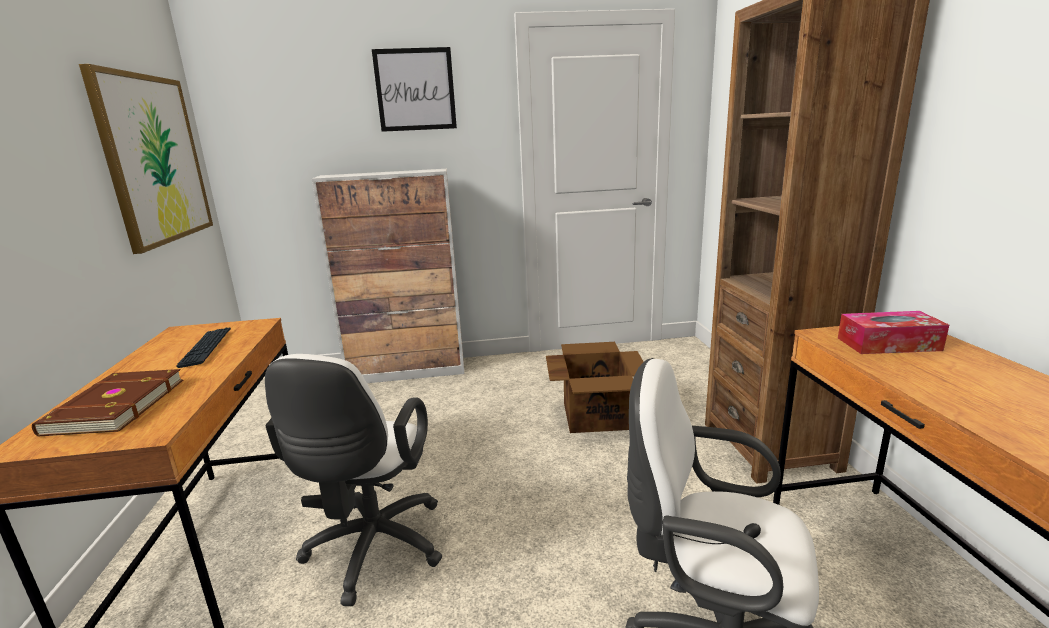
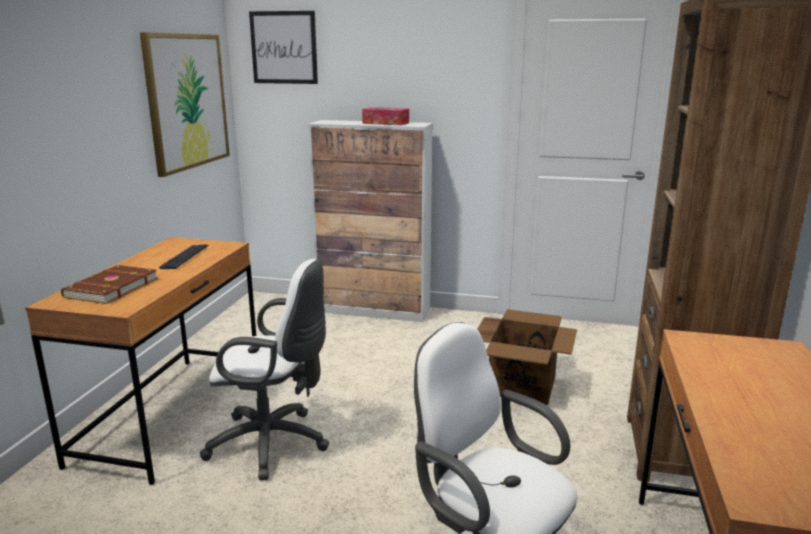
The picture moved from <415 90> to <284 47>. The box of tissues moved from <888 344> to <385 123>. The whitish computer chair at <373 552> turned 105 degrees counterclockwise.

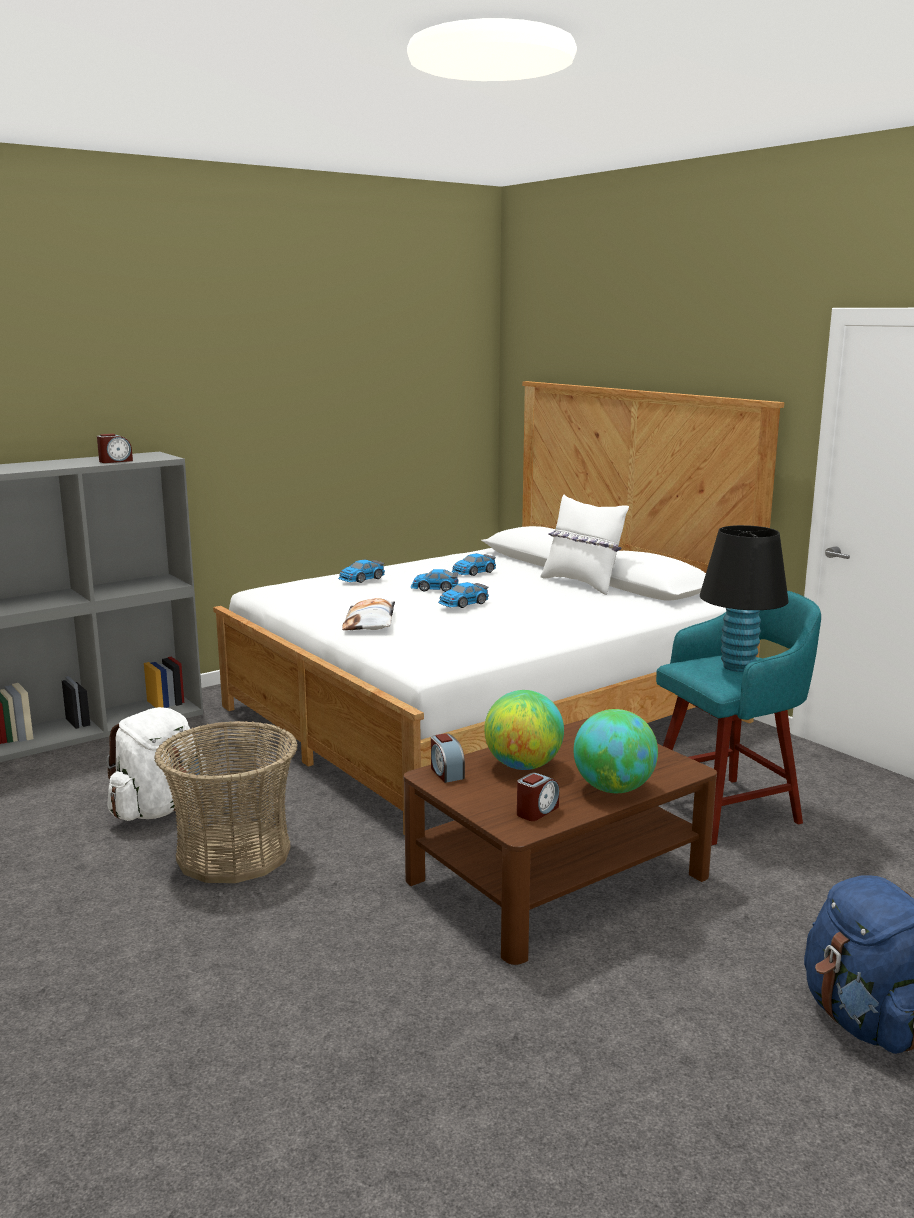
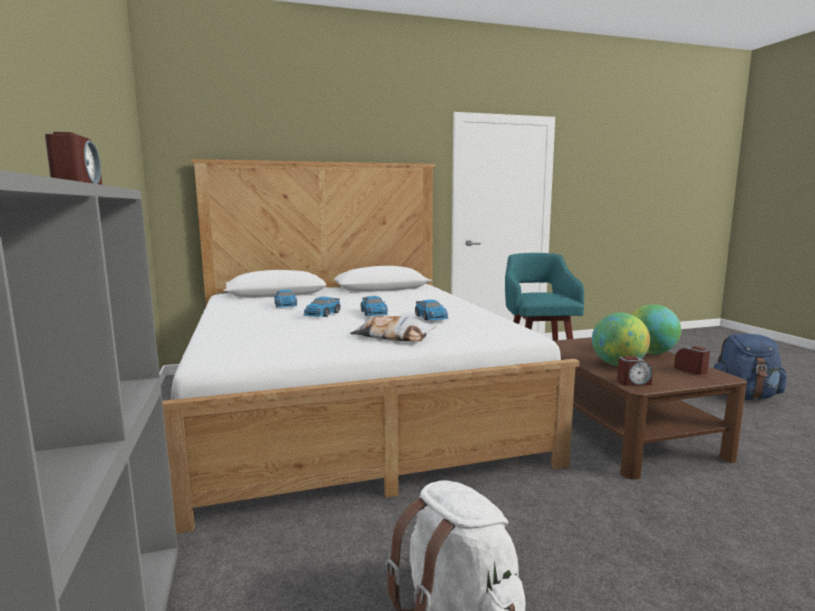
The household basket at <234 854> disappeared. The whitish cushion at <582 584> disappeared. The black table lamp at <738 667> disappeared. The miniature car moved from <361 579> to <431 317>.

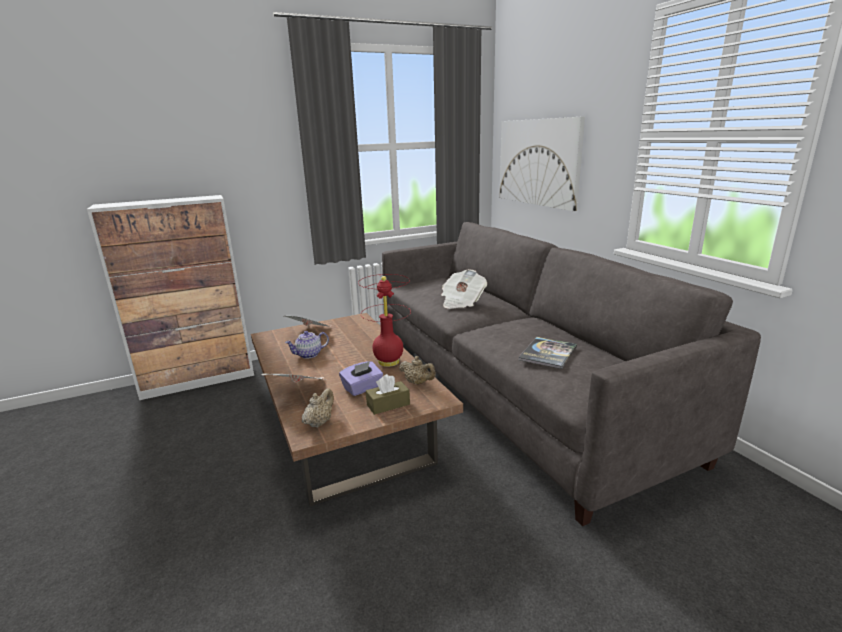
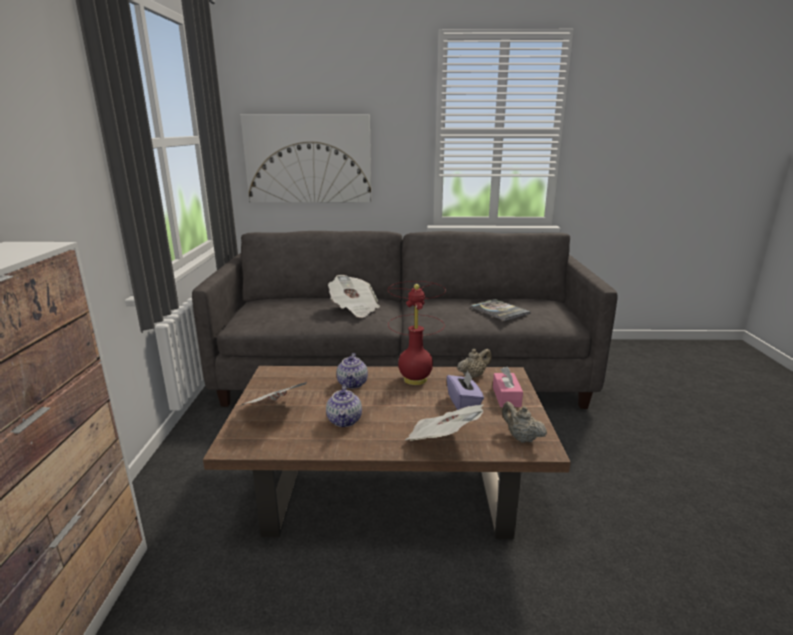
The teapot at <353 384> appeared. The brownish box of tissues at <388 404> became the pink box of tissues at <506 397>.

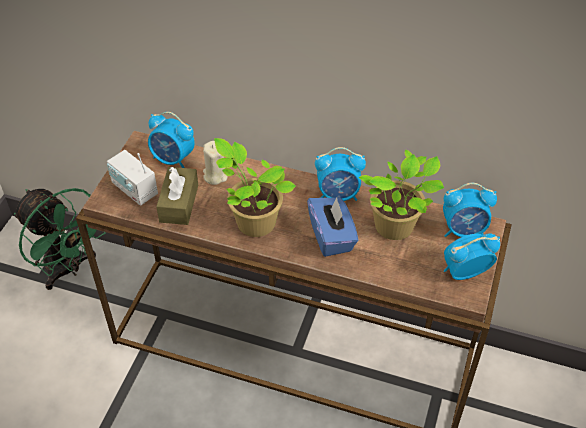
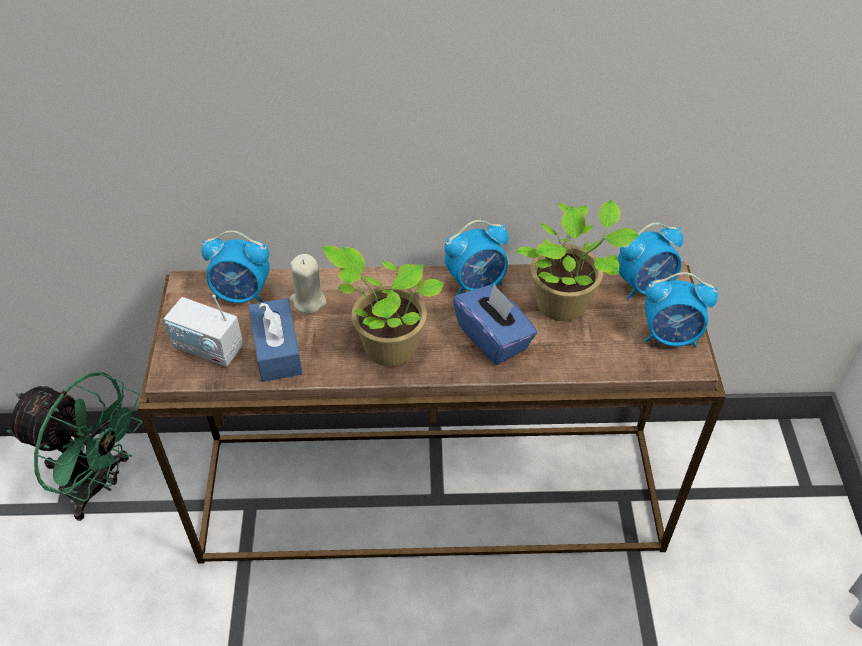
The brownish box of tissues at <179 203> became the bluish box of tissues at <277 349>. The table clock at <464 272> turned 135 degrees counterclockwise.

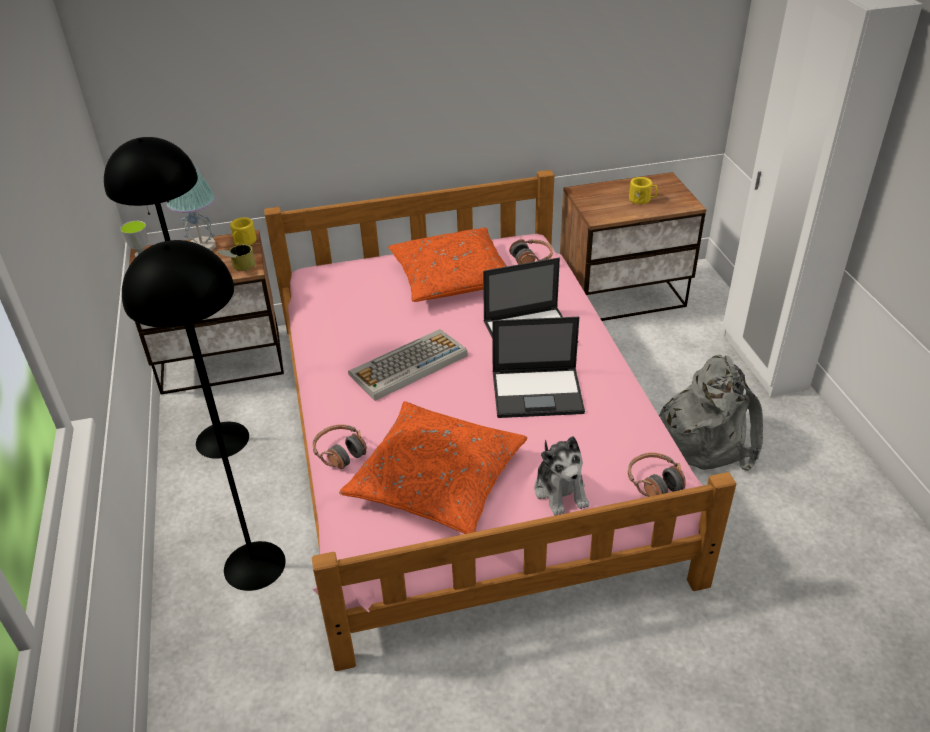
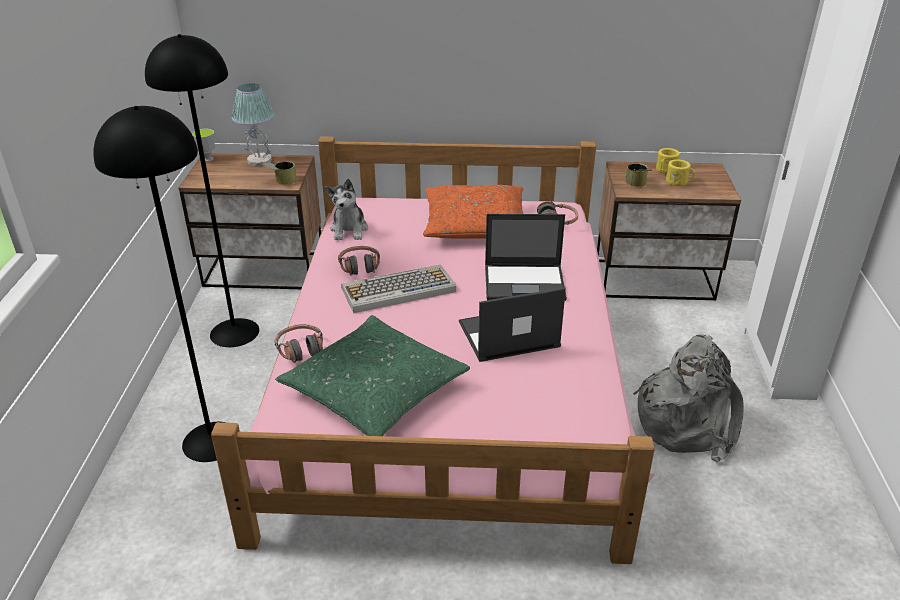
The sealed can at <637 185> appeared. The yellowish coffee mug moved from <243 242> to <665 170>. The soft toy moved from <560 491> to <349 230>. The headset moved from <654 482> to <360 266>. The orangey cushion at <437 479> became the green-coloured cushion at <375 390>. The portable computer at <538 392> turned 150 degrees clockwise.

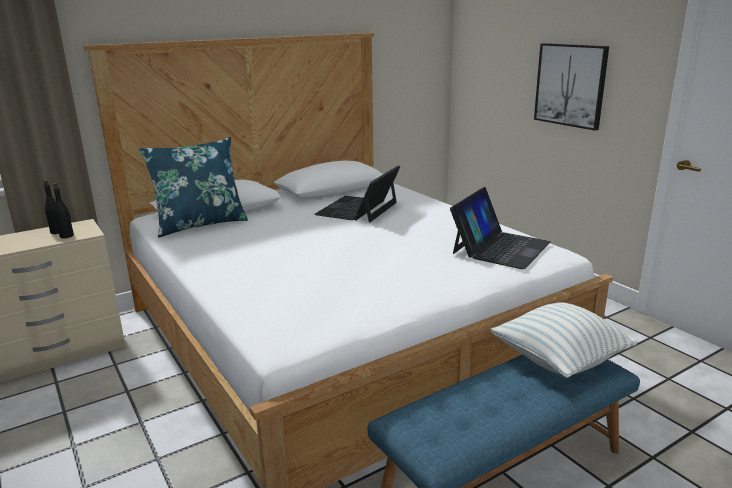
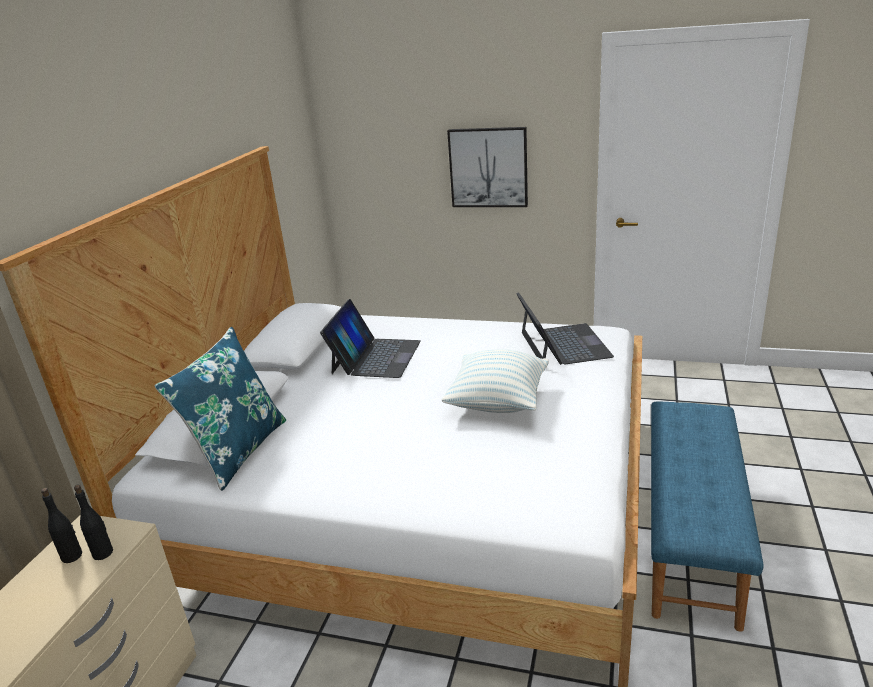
The cushion moved from <559 361> to <498 402>. The portable computer at <358 209> turned 150 degrees counterclockwise.

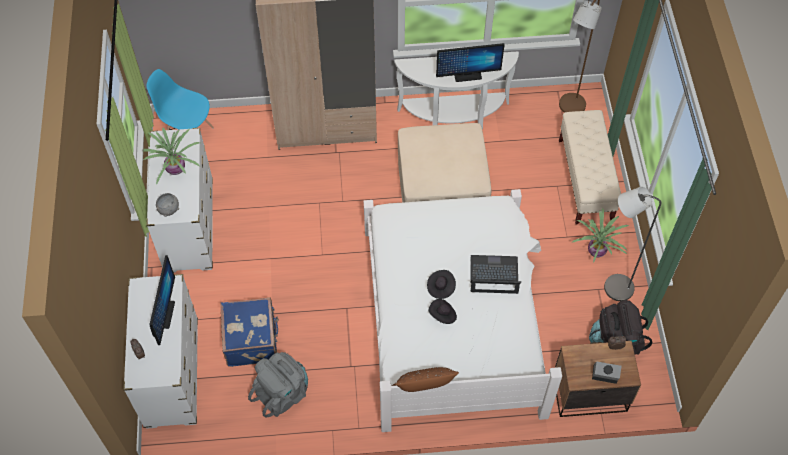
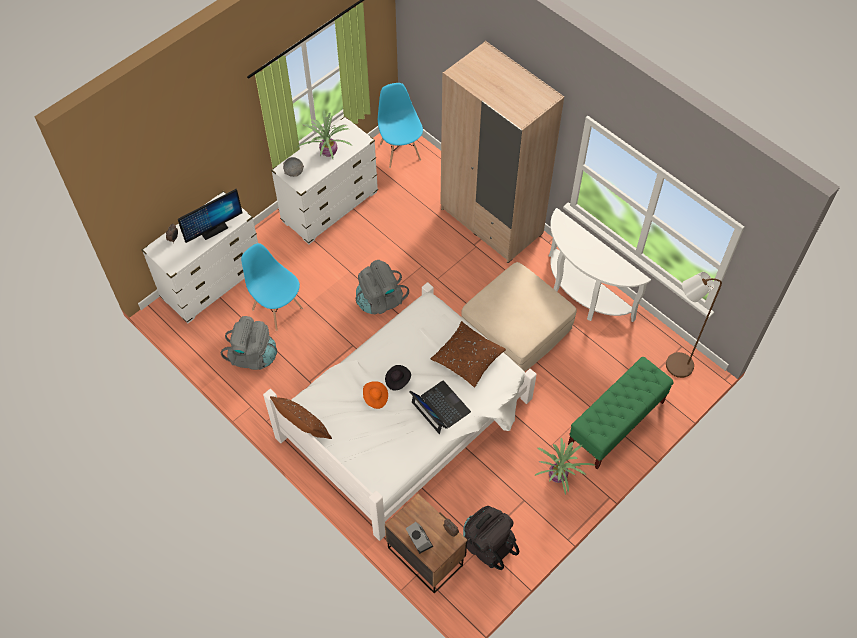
The monitor at <467 75> disappeared. The gray standing lamp at <612 287> disappeared. The gray backpack at <380 300> appeared. The brownish cushion at <467 358> appeared. The bluish suitcase at <252 340> was replaced by the bluish plain chair at <277 308>. The black clothing hat at <442 315> became the orangey clothing hat at <375 398>. The beige indoor bench at <585 180> became the green-coloured indoor bench at <616 423>.

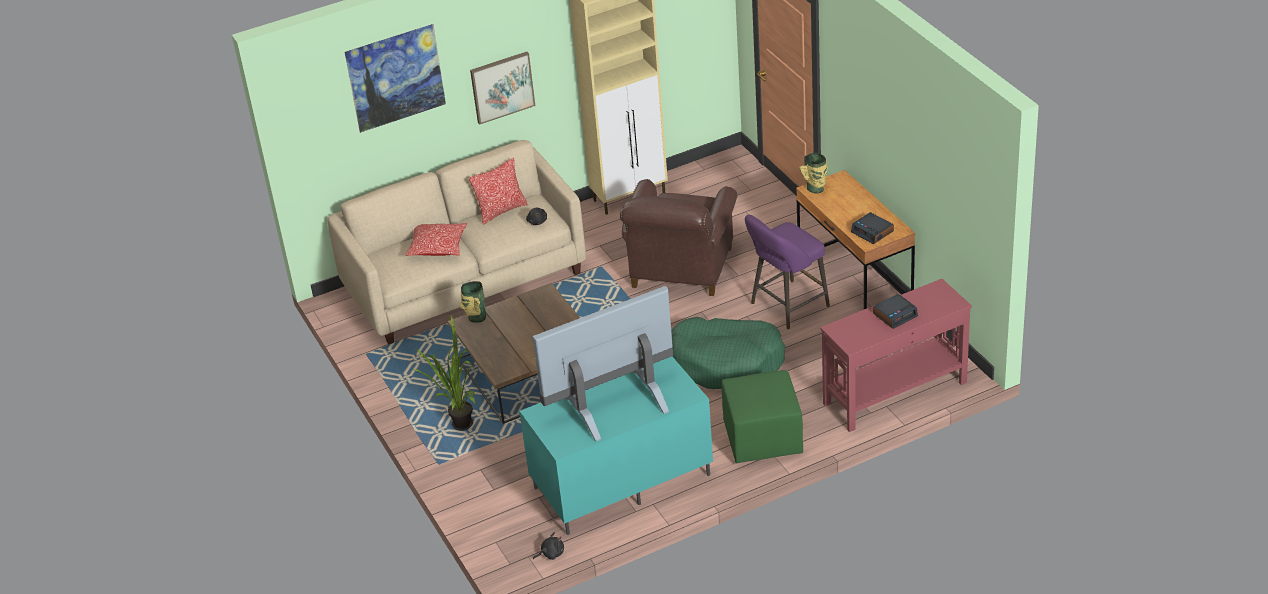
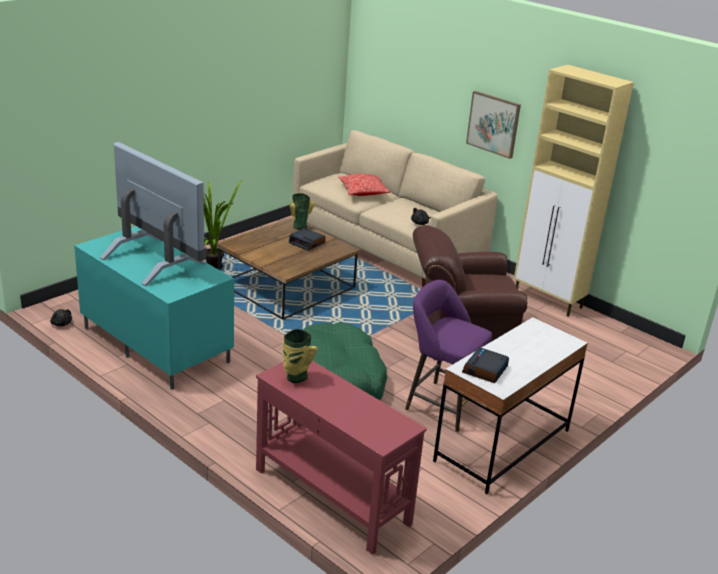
The picture at <399 98> disappeared. The cushion at <501 211> disappeared. The green-coloured ottoman at <763 439> disappeared. The vase moved from <816 189> to <295 377>. The table clock moved from <895 315> to <307 243>. The brownish desk at <854 286> became the whitish desk at <502 446>.

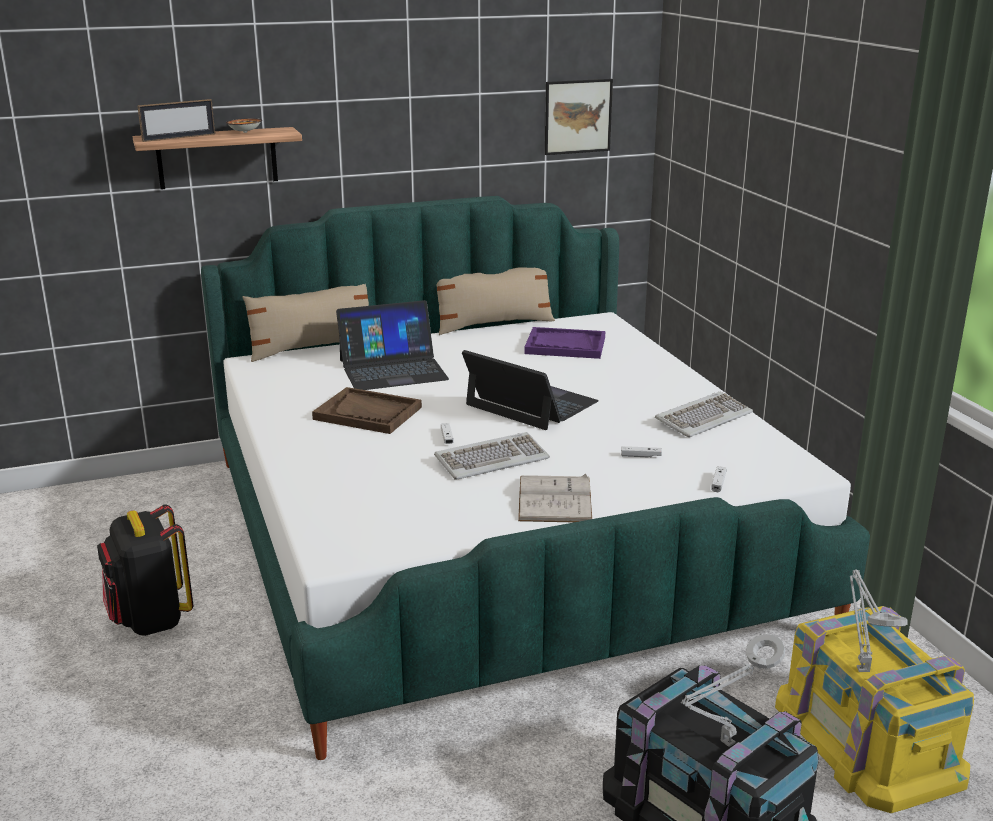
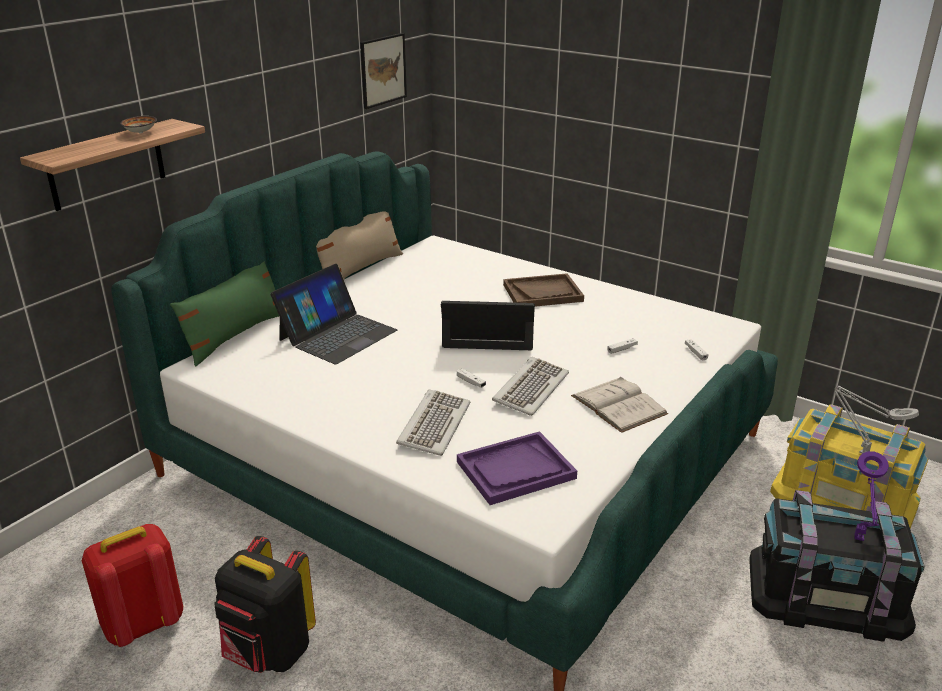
The picture frame at <179 137> disappeared. The reddish backpack at <143 624> appeared. The brownish tray moved from <368 413> to <543 293>. The purple-coloured tray moved from <565 346> to <515 470>. The keyboard moved from <703 418> to <433 425>. The beige cushion at <312 348> became the green-coloured cushion at <235 336>. The gray table lamp at <724 745> became the purple-coloured table lamp at <858 541>.

